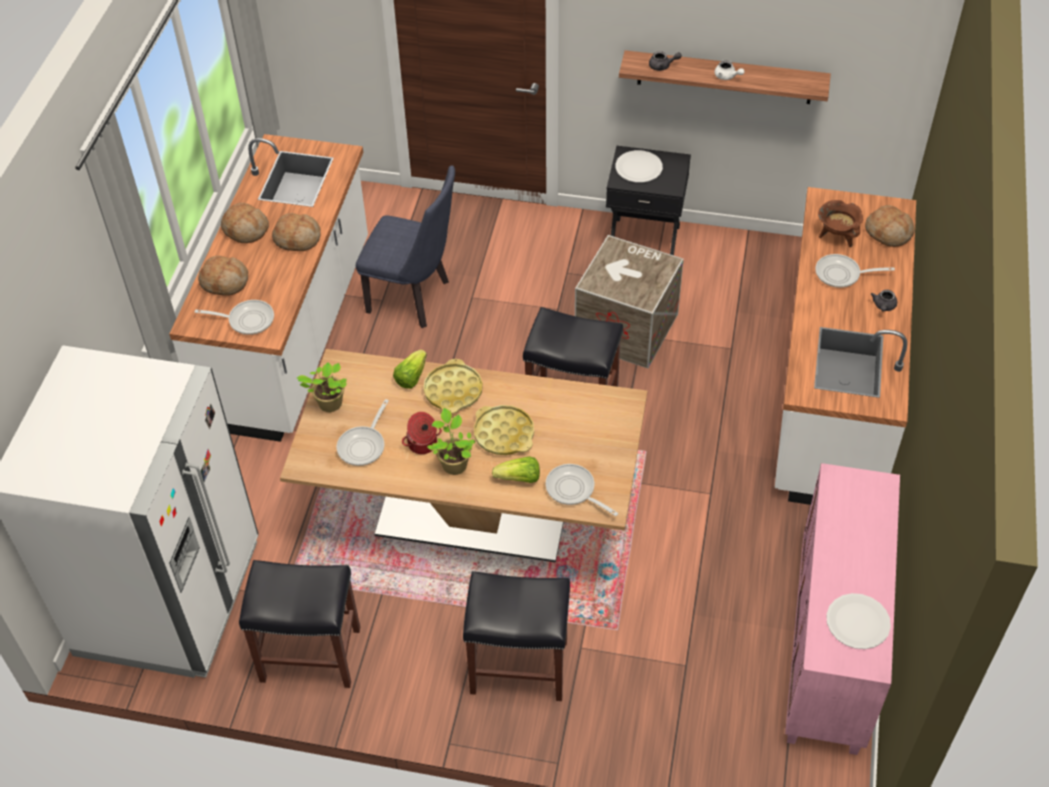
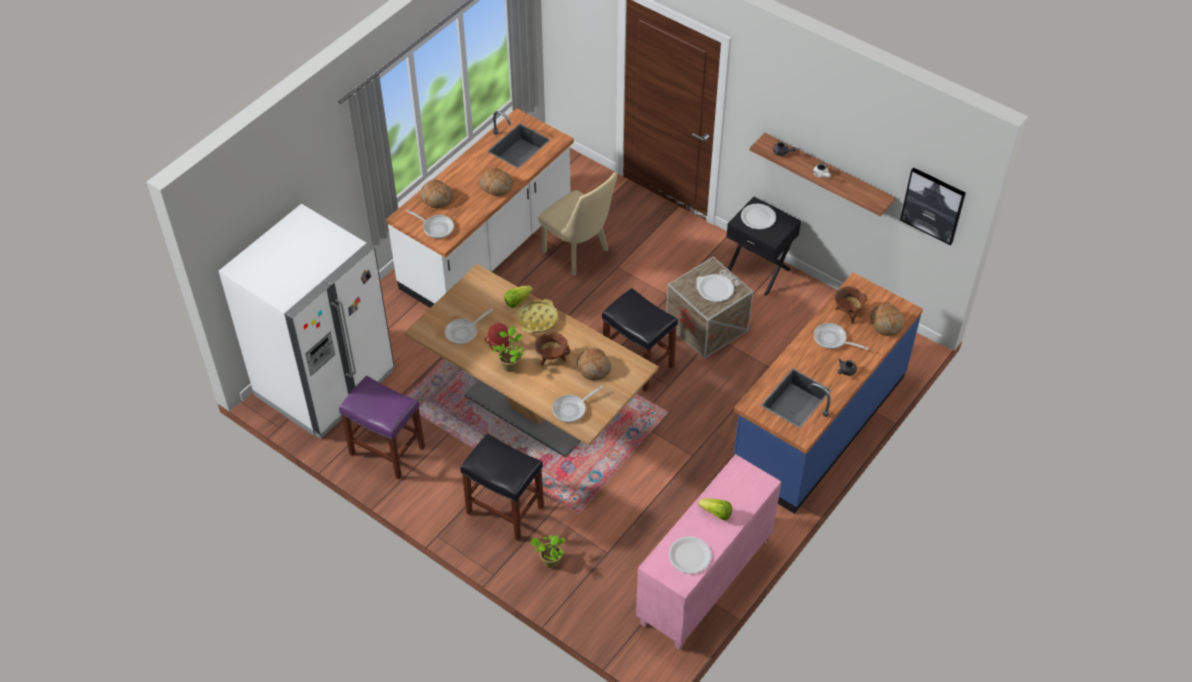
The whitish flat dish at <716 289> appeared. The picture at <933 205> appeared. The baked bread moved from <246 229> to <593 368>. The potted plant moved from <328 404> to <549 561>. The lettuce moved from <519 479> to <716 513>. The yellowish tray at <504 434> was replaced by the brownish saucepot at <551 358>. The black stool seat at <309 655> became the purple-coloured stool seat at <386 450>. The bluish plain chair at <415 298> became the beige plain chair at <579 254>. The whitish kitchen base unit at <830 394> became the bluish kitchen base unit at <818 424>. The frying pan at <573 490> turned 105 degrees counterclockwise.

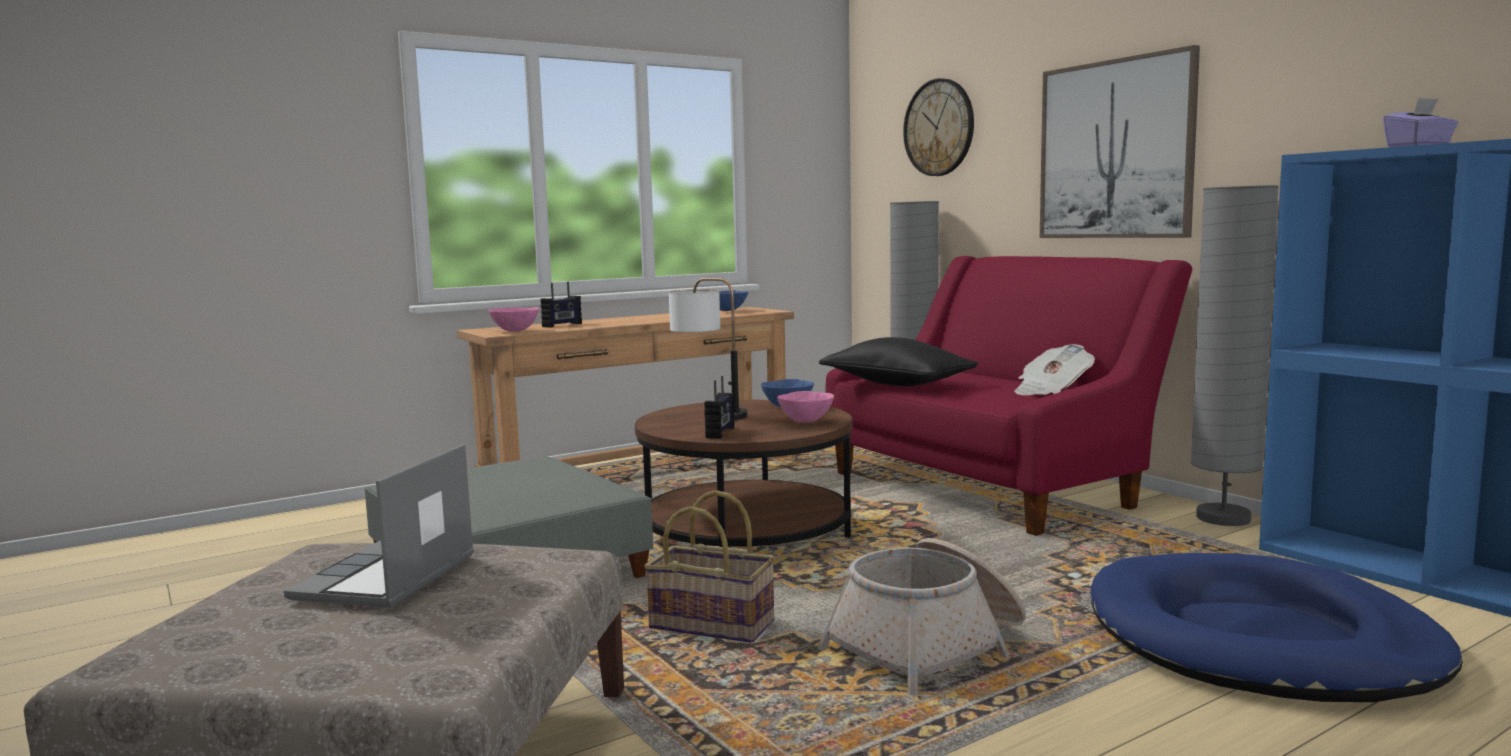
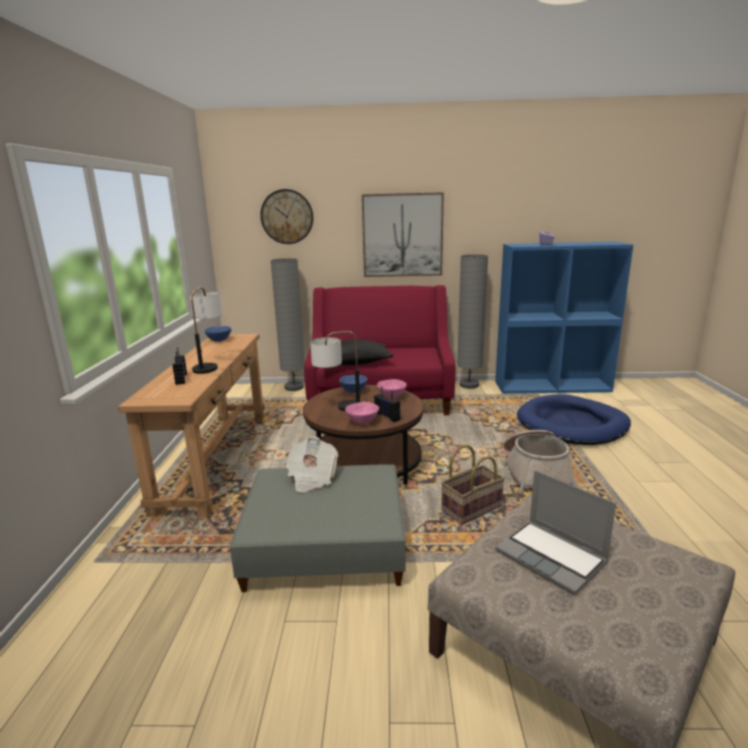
The table lamp at <210 365> appeared. The pink serving bowl moved from <514 331> to <362 422>. The daily paper moved from <1051 391> to <311 477>.

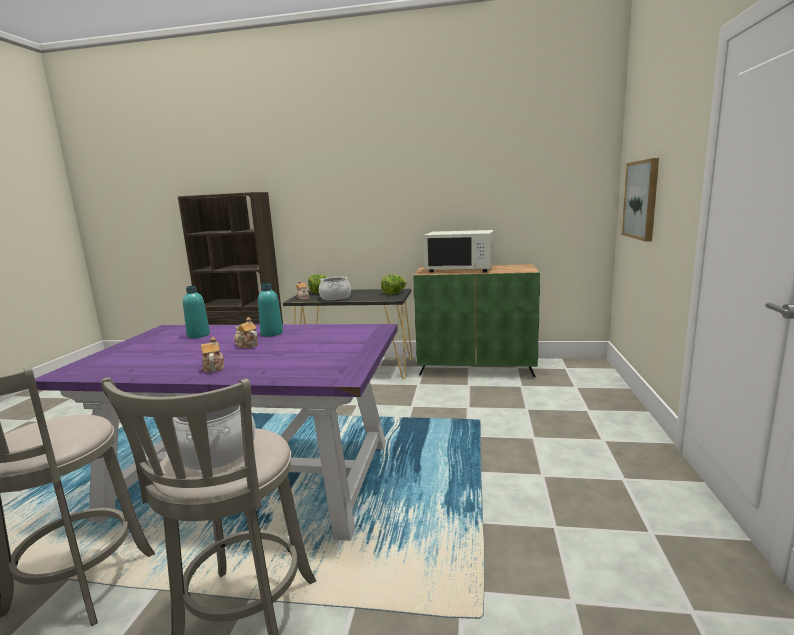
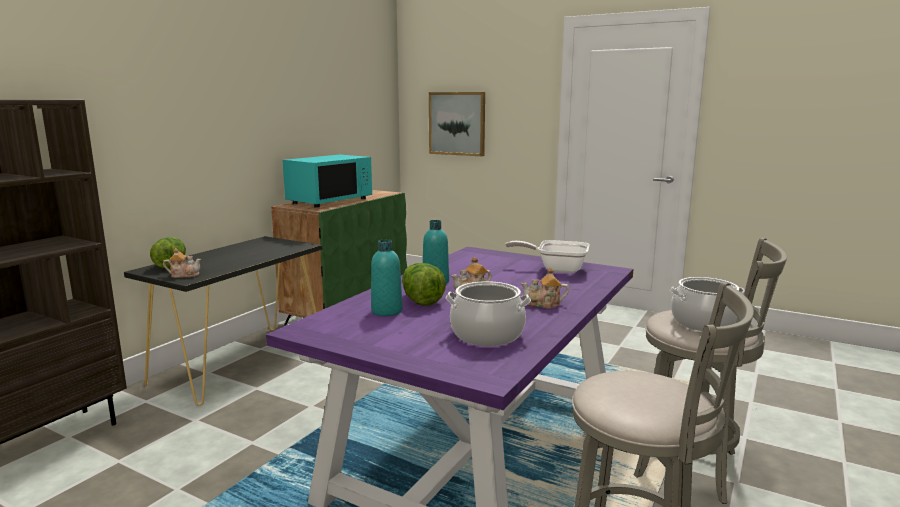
The frying pan at <556 269> appeared. The saucepot moved from <335 297> to <487 335>. The lettuce moved from <394 293> to <421 300>. The whitish microwave oven at <460 269> became the turquoise microwave oven at <329 201>.

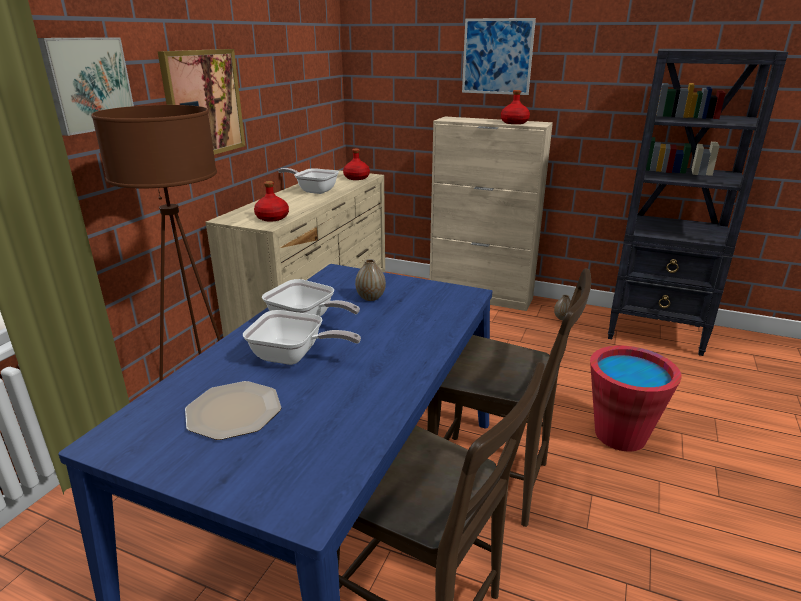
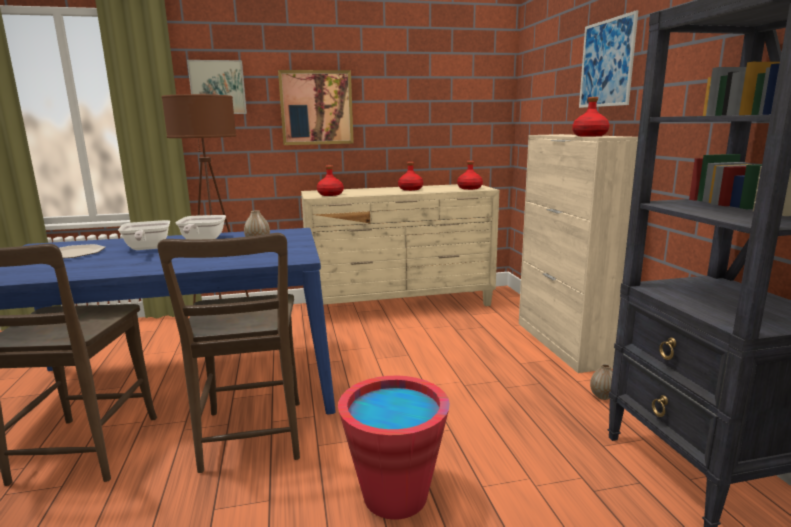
The frying pan at <313 190> was replaced by the reddish drink bottle at <410 189>.

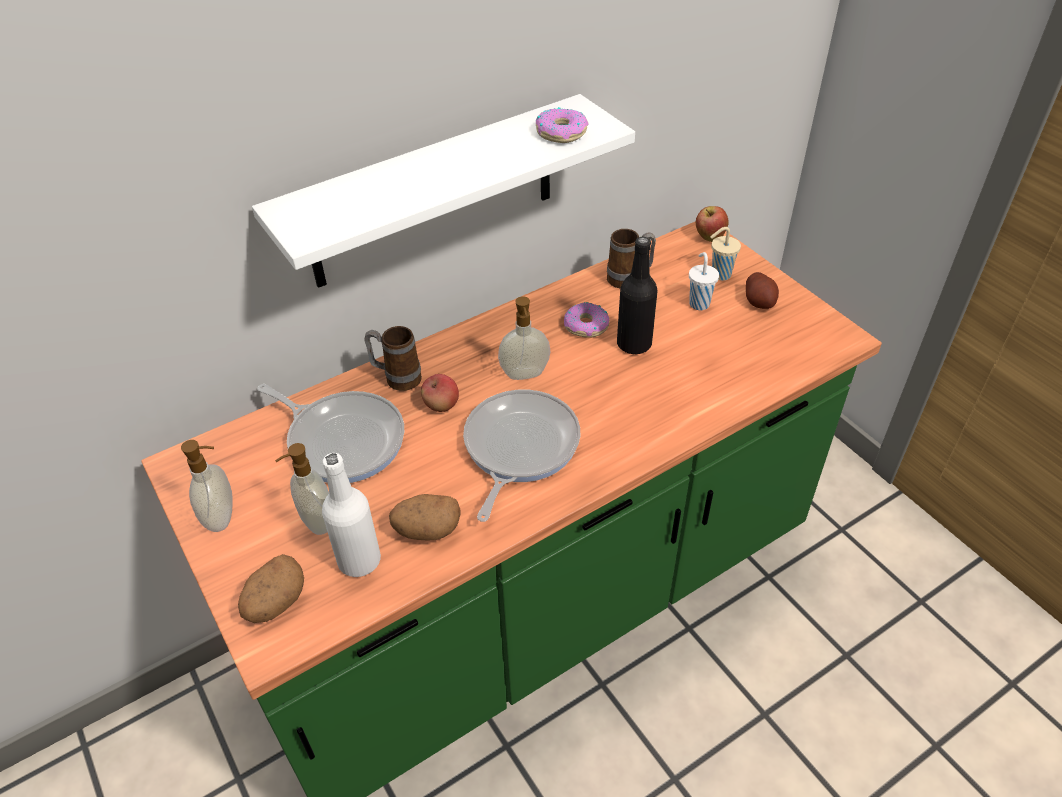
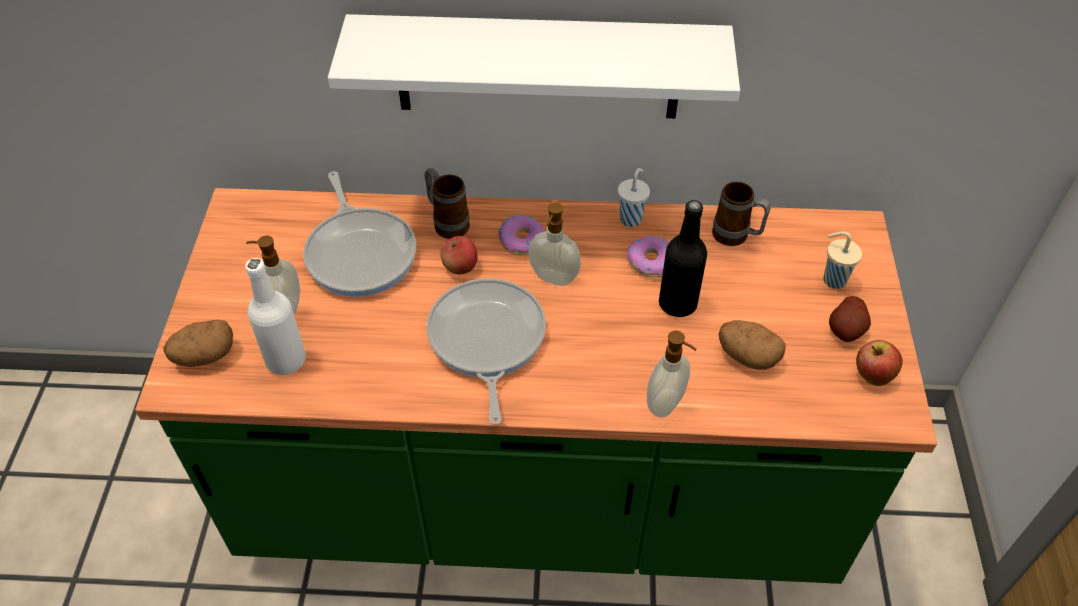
The soap bottle moved from <222 517> to <666 403>. The spud moved from <427 530> to <747 356>. The donut moved from <561 132> to <522 240>. The whitish small cup moved from <699 303> to <631 218>. The whole apple moved from <709 237> to <872 376>. The frying pan at <518 447> turned 60 degrees counterclockwise.

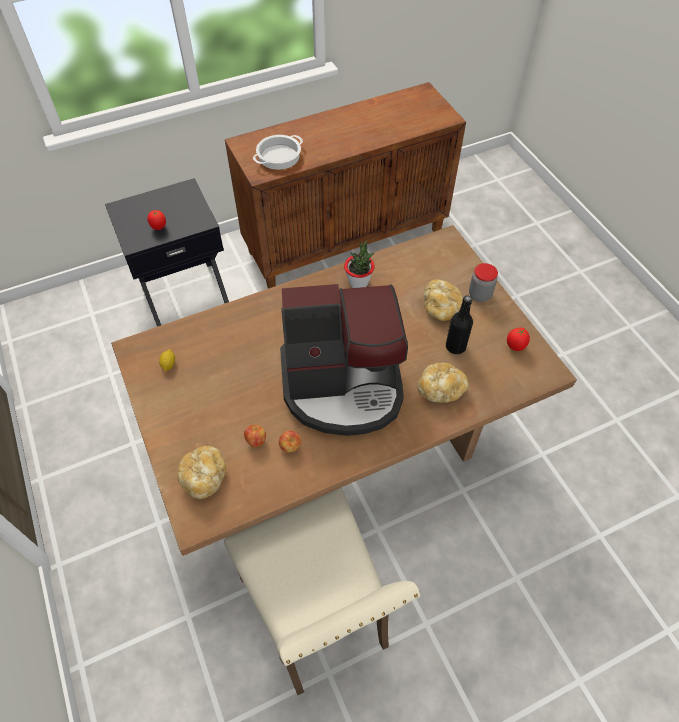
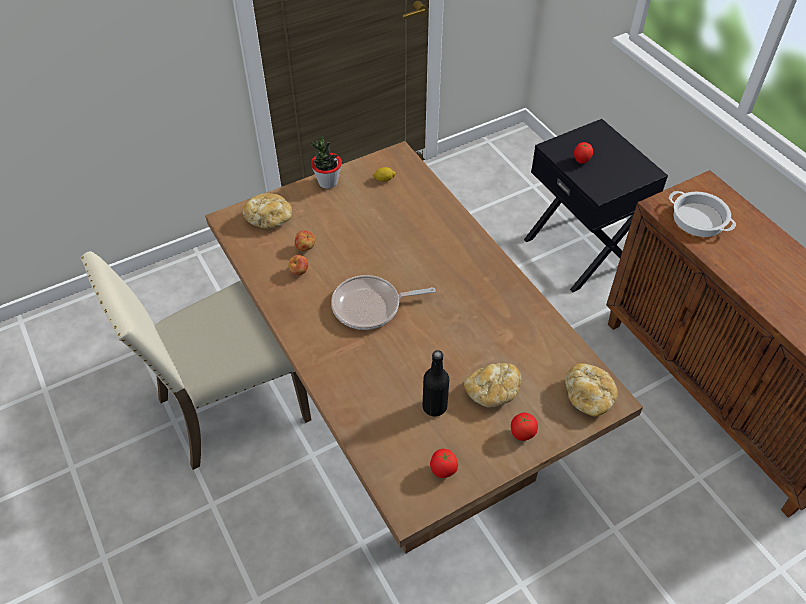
The potted plant moved from <358 283> to <328 182>. The baked bread moved from <440 389> to <588 397>. The coffee brewer at <343 386> was replaced by the frying pan at <370 306>. The preserve jar at <479 294> was replaced by the fresh tomato at <522 434>.

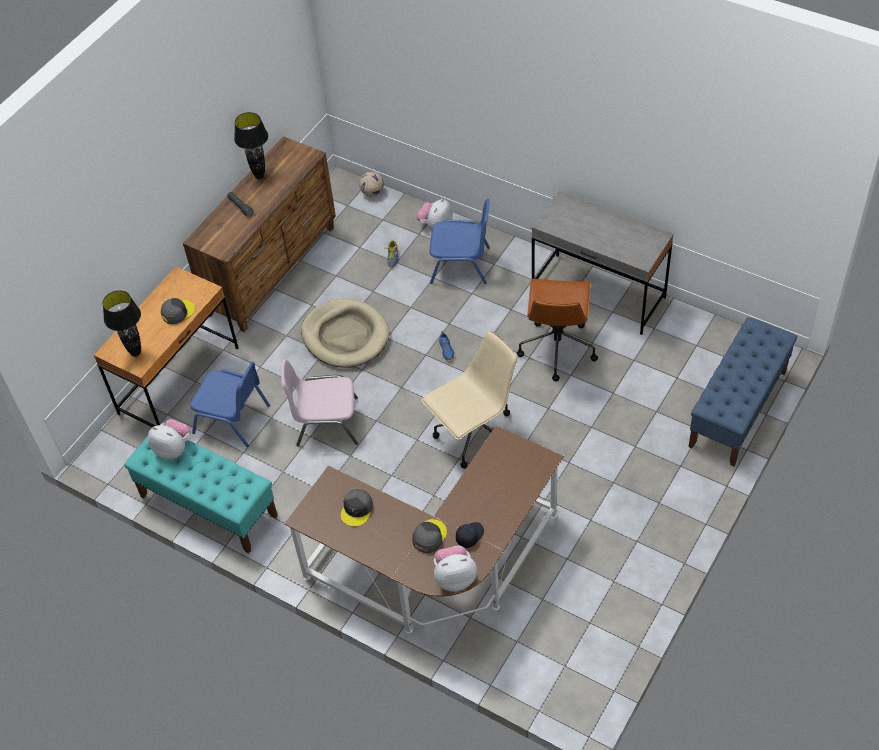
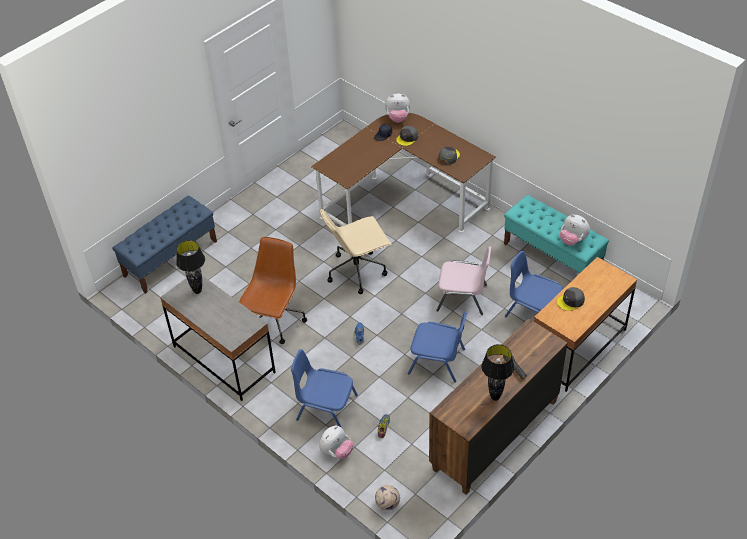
The black table lamp moved from <136 353> to <197 291>. The beige dog bed at <345 336> was replaced by the bluish plain chair at <437 361>.

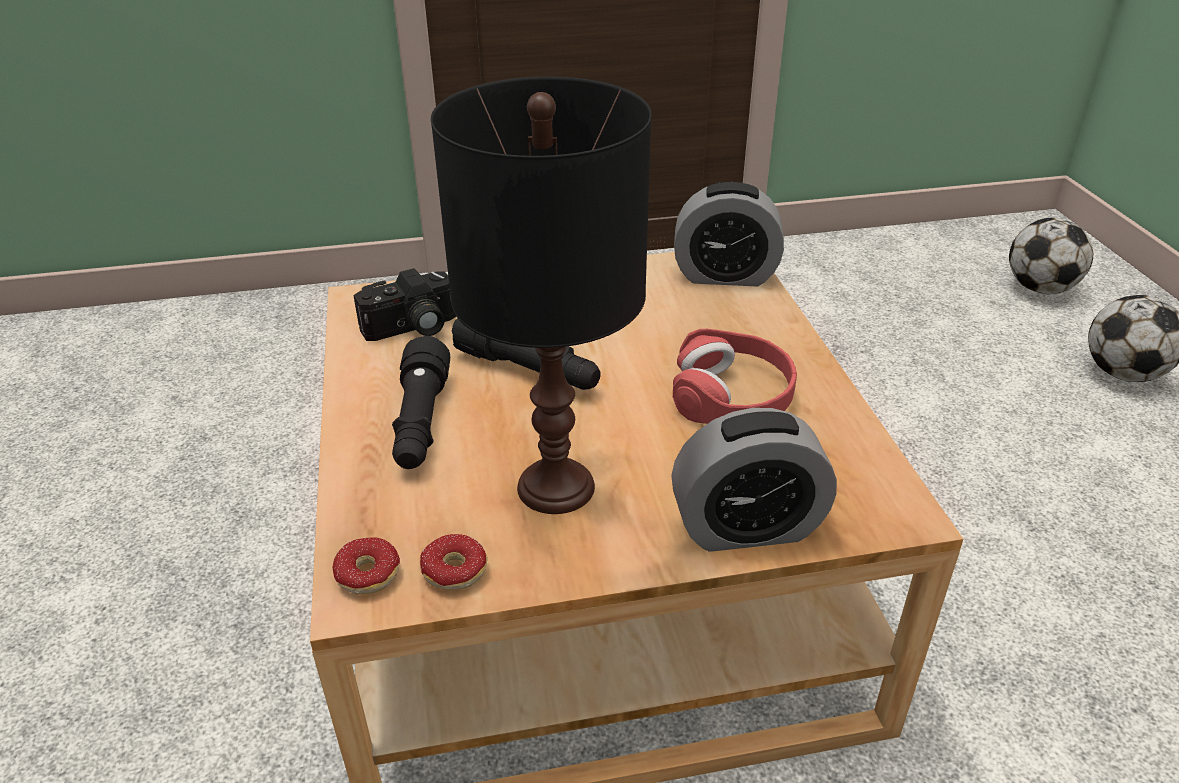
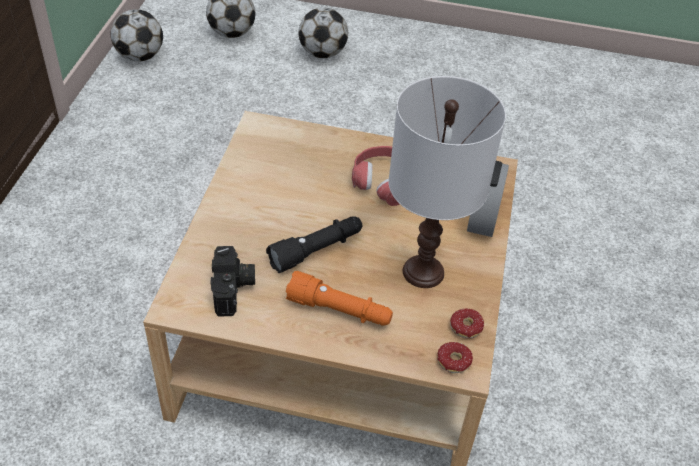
The table clock at <725 275> disappeared. The football ball at <140 56> appeared. The black hand torch at <421 423> became the orangey hand torch at <339 310>. The black table lamp at <556 486> became the whitish table lamp at <422 271>.

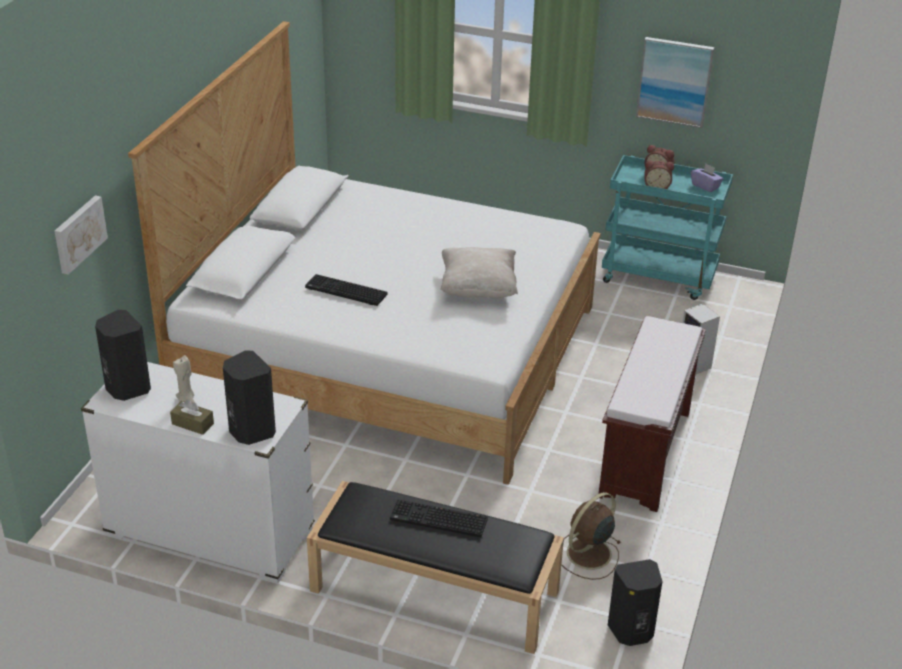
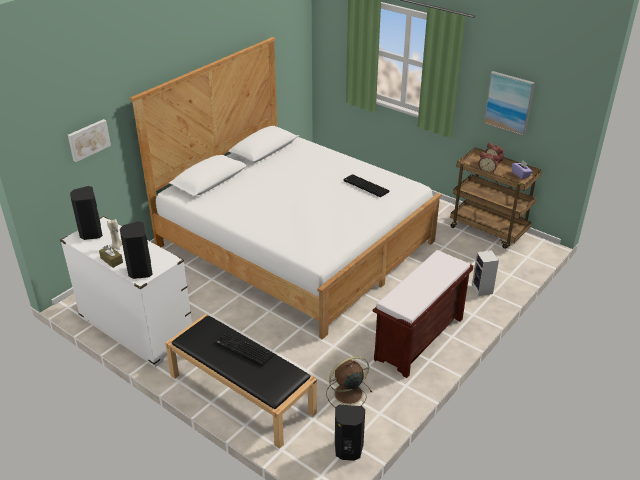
The beige cushion at <478 289> disappeared. The keyboard moved from <344 292> to <365 186>. The turquoise cart at <659 277> became the brownish cart at <489 230>.

